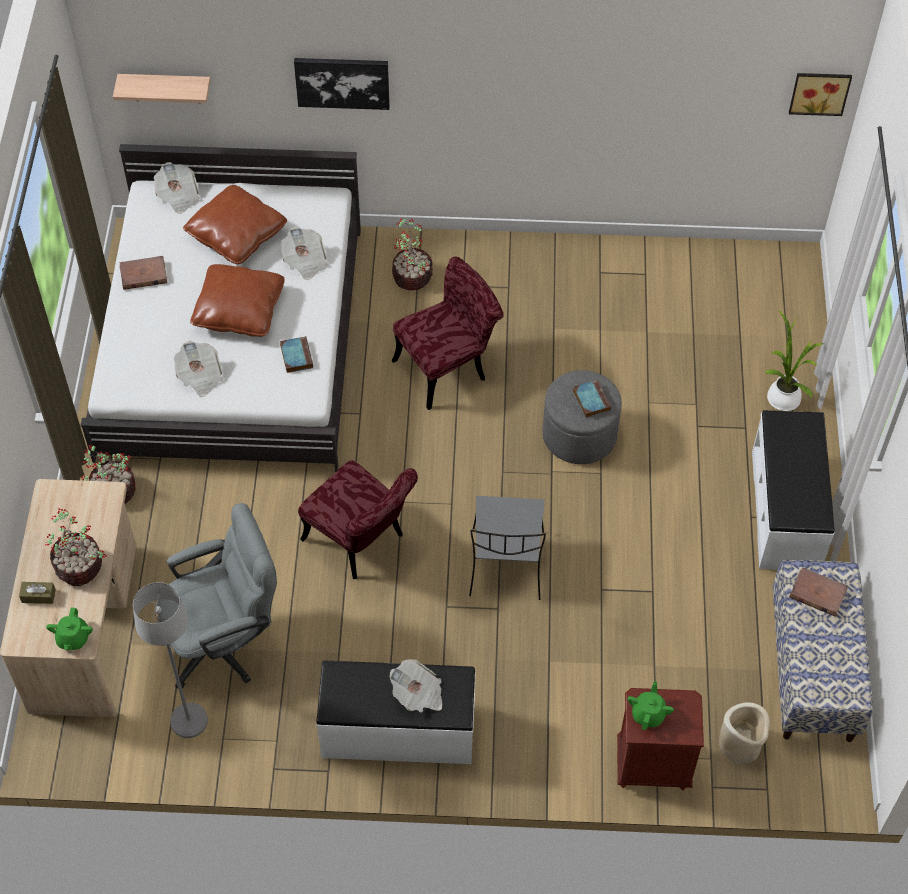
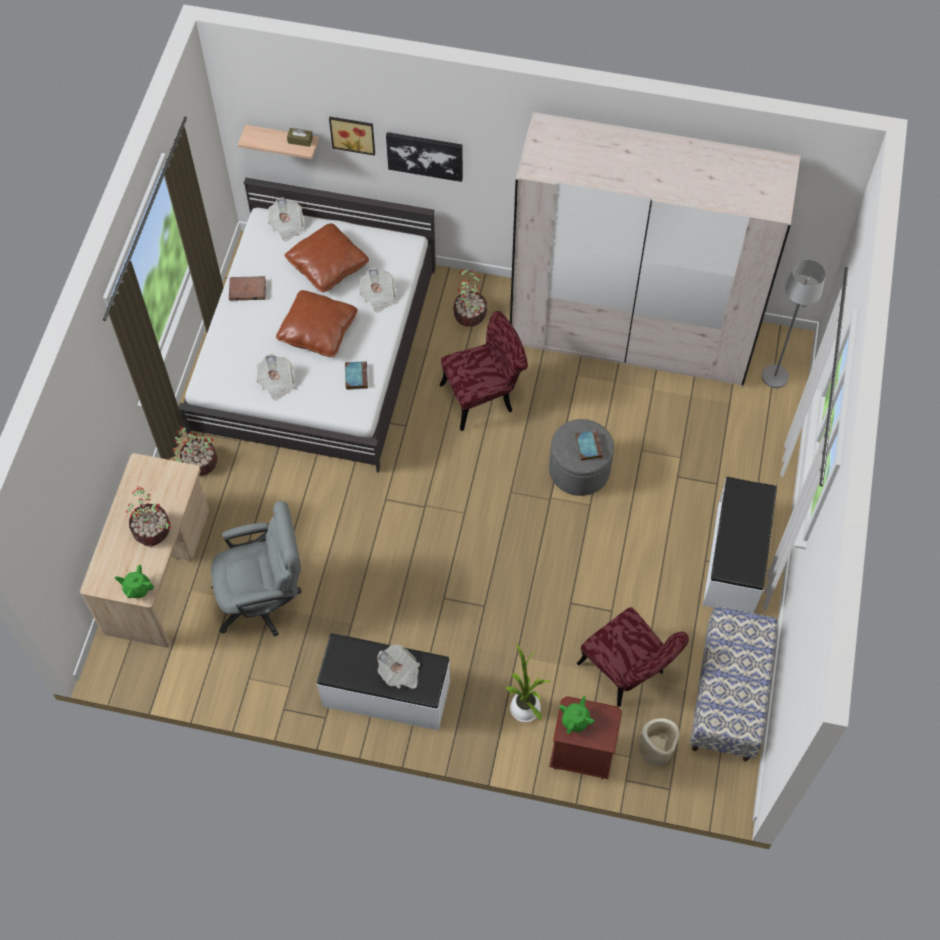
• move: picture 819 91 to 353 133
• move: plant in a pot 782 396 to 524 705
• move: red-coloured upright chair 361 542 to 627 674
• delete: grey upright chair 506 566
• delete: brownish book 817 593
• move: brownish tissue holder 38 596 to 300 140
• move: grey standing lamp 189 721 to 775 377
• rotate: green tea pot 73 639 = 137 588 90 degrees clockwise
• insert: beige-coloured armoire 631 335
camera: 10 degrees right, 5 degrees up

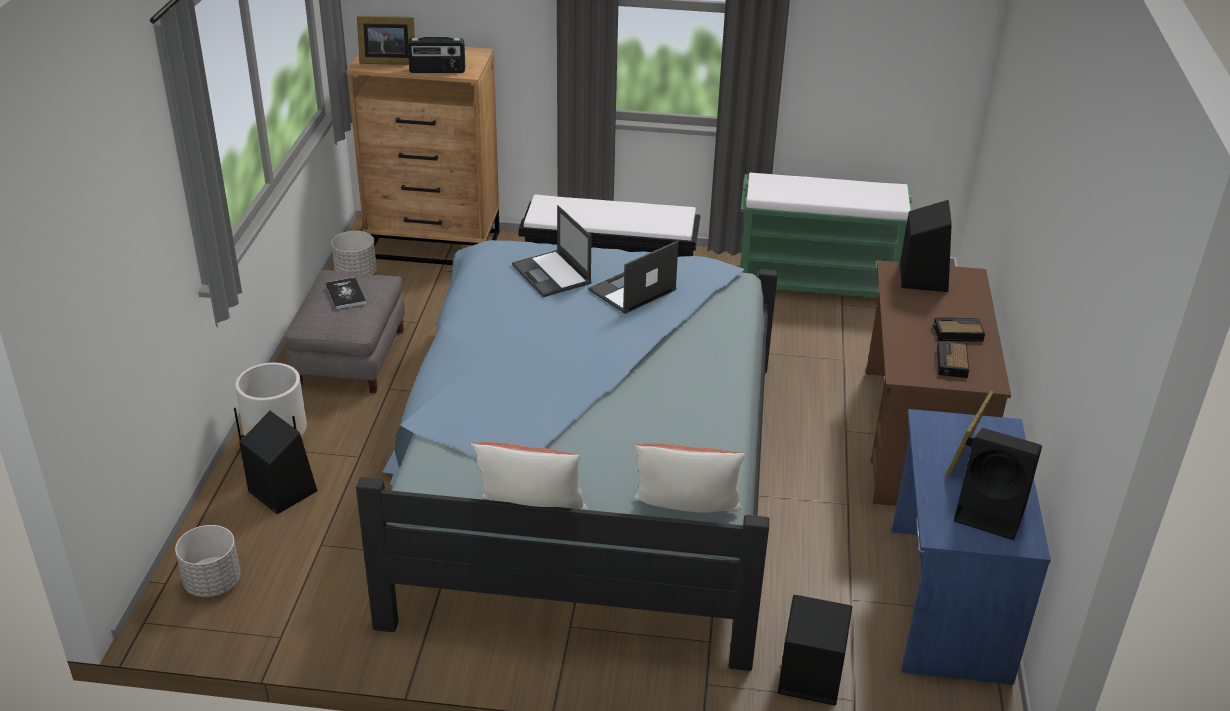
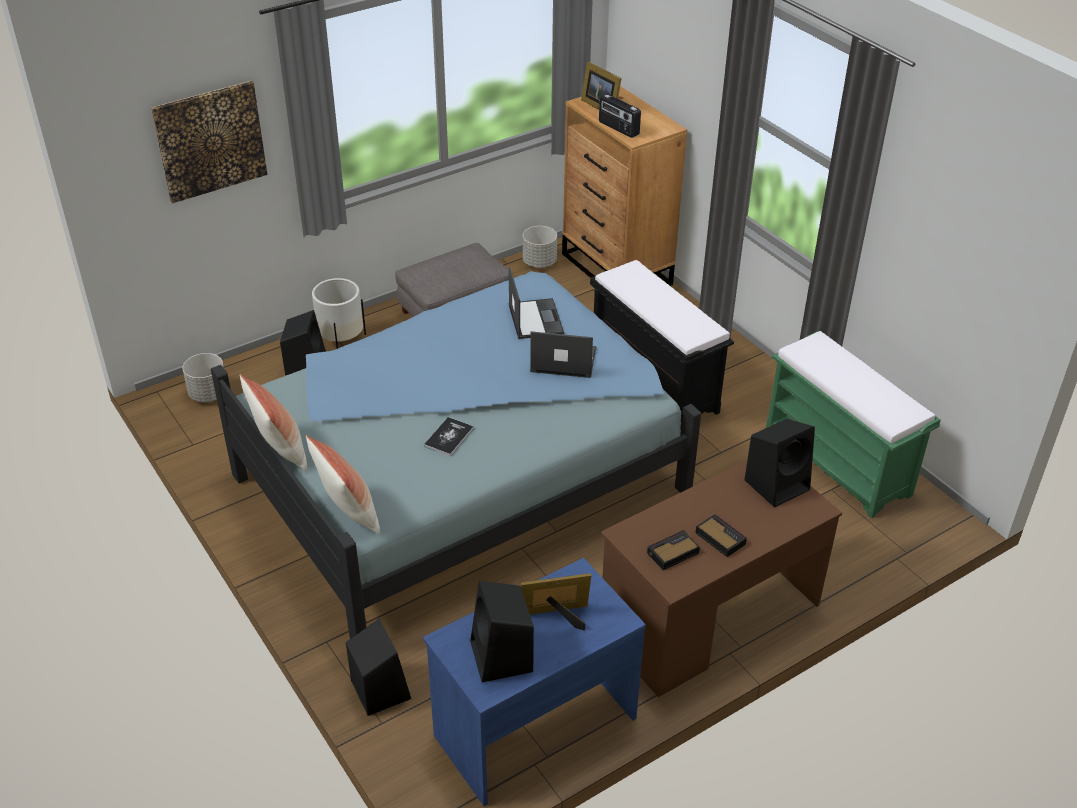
• rotate: portable computer 552 274 = 535 319 150 degrees clockwise
• move: book 346 294 to 449 437
• insert: picture 210 141
camera: 50 degrees right, 5 degrees up

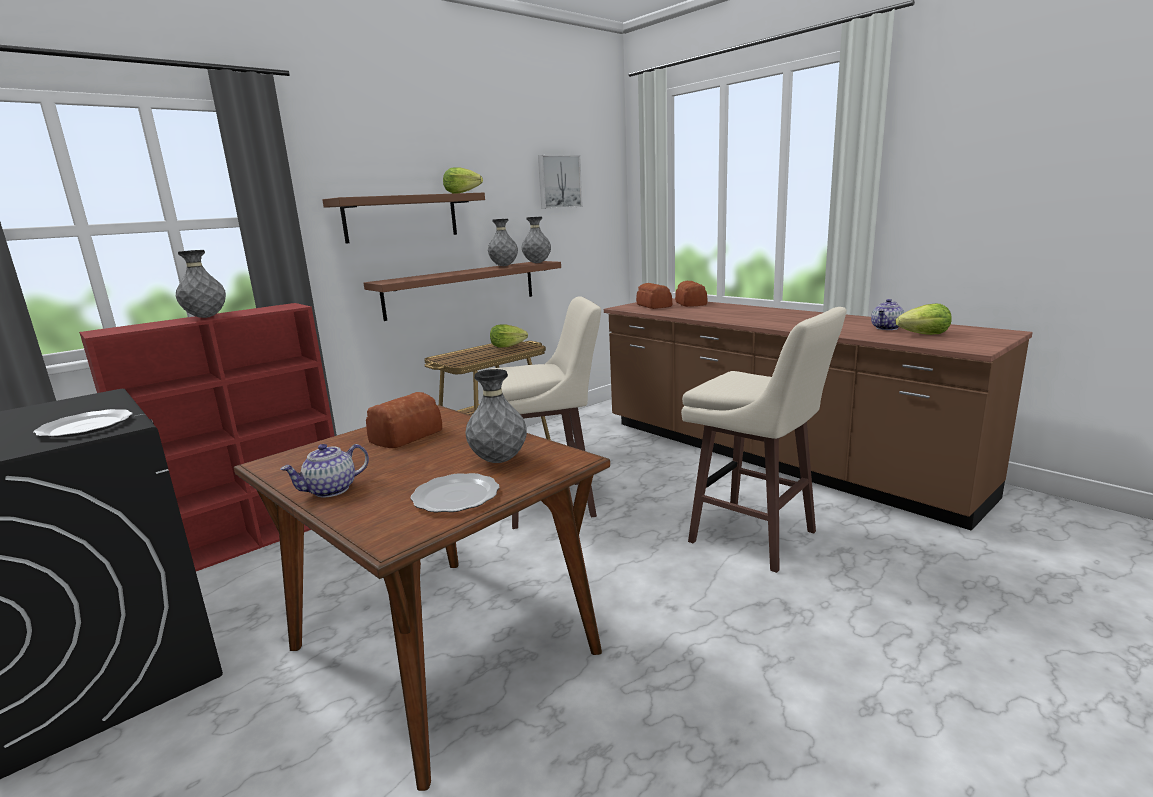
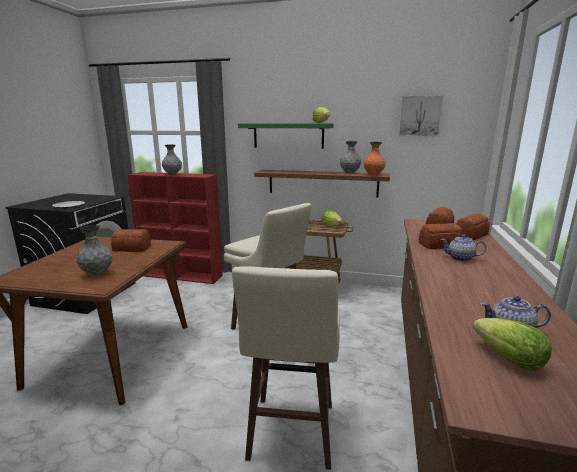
• recolor: brownish shelf 401 217 to green shelf 288 135
• recolor: grey flower vase 537 263 to orange flower vase 373 175
• move: tea pot 331 490 to 460 258
• delete: plate 456 496
• insert: bakery bread 440 245
camera: 55 degrees right, 0 degrees up

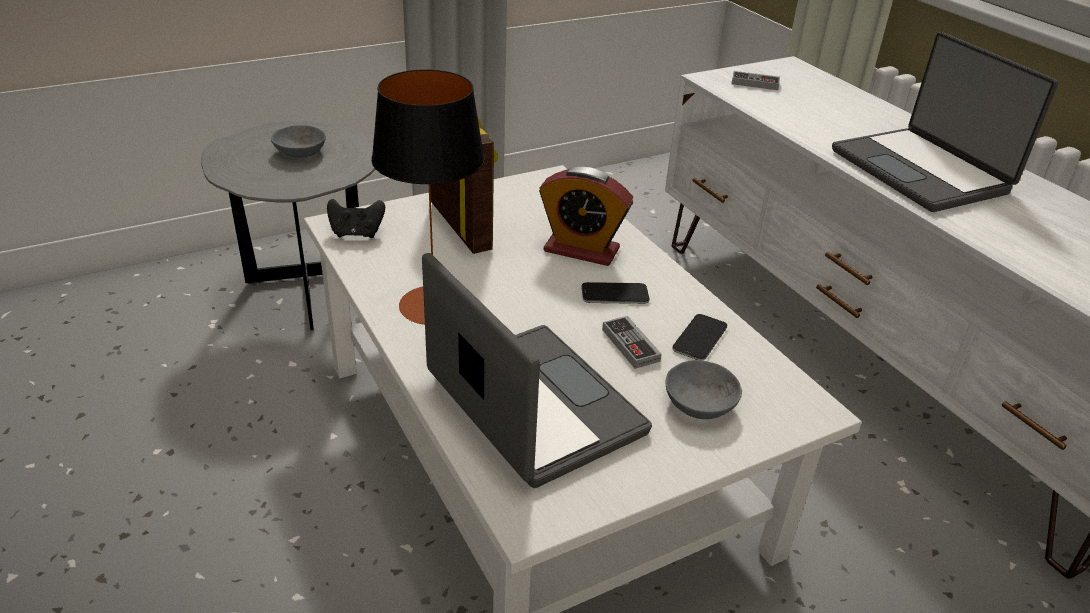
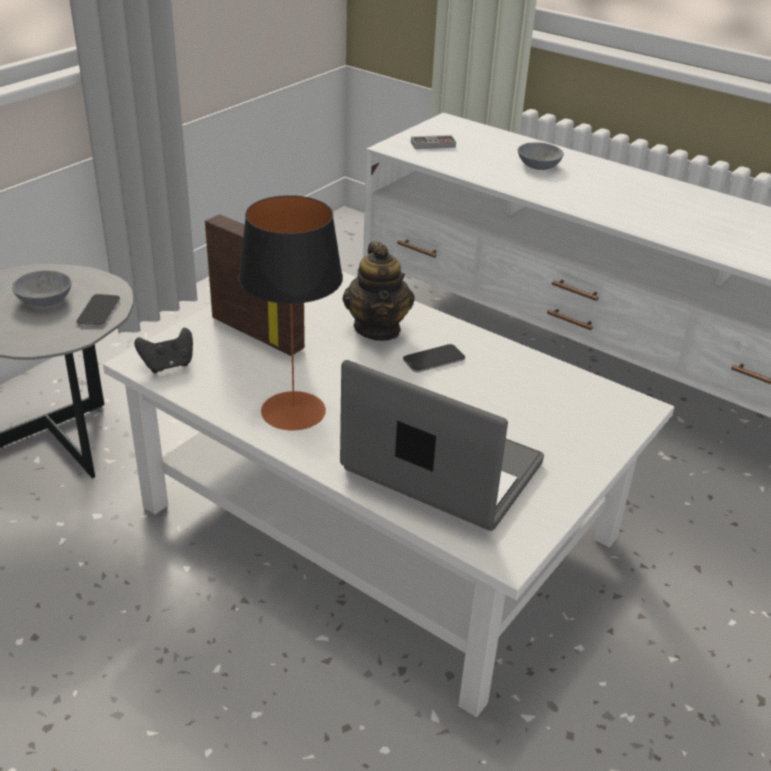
• delete: portable computer 921 171
• replace: bedside clock 581 250 to tea pot 378 328
• move: phone 699 338 to 98 311
• delete: gamepad 630 345
• move: grey deep dish 697 402 to 537 165
camera: 25 degrees left, 0 degrees up

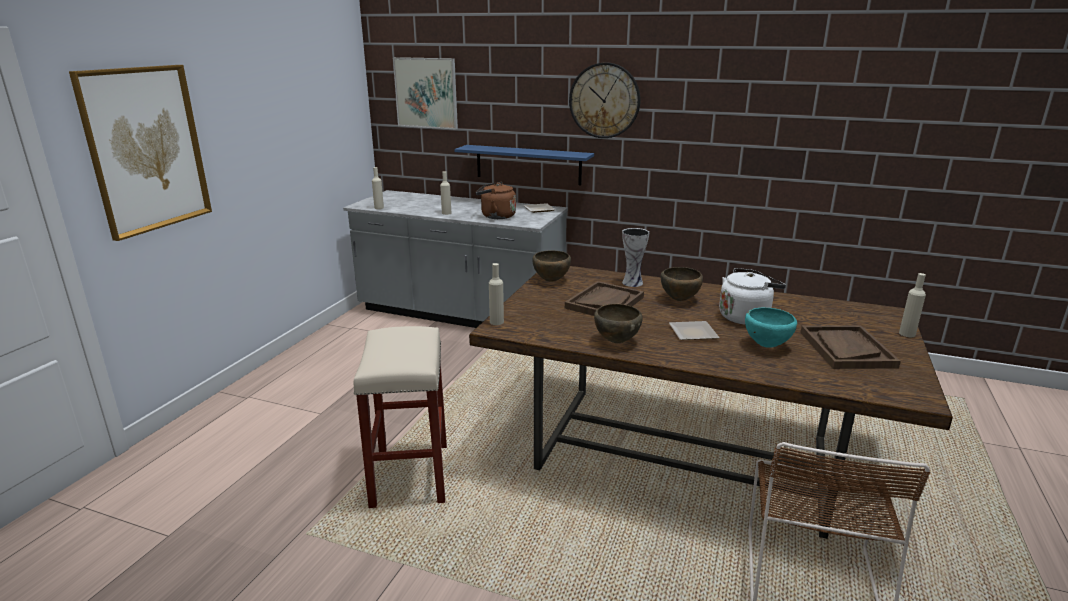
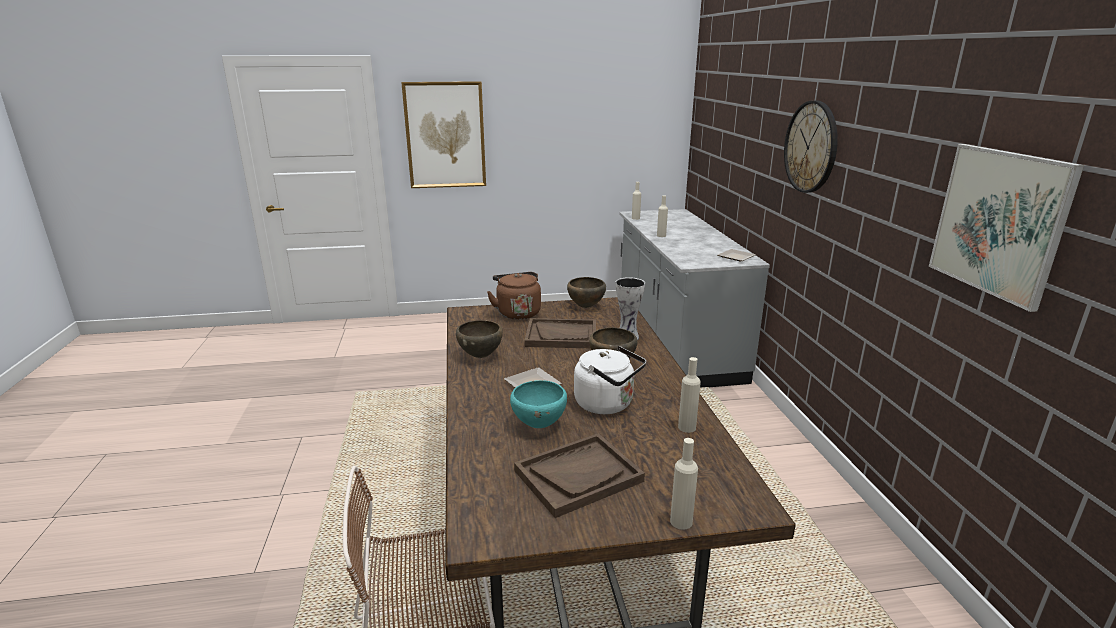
• move: picture 426 93 to 998 222
• delete: bluish shelf 528 164
• move: brownish kettle 496 216 to 517 312
• move: beige-coloured drink bottle 496 322 to 686 427
• delete: beige-coloured stool seat 409 474
camera: 60 degrees right, 0 degrees up

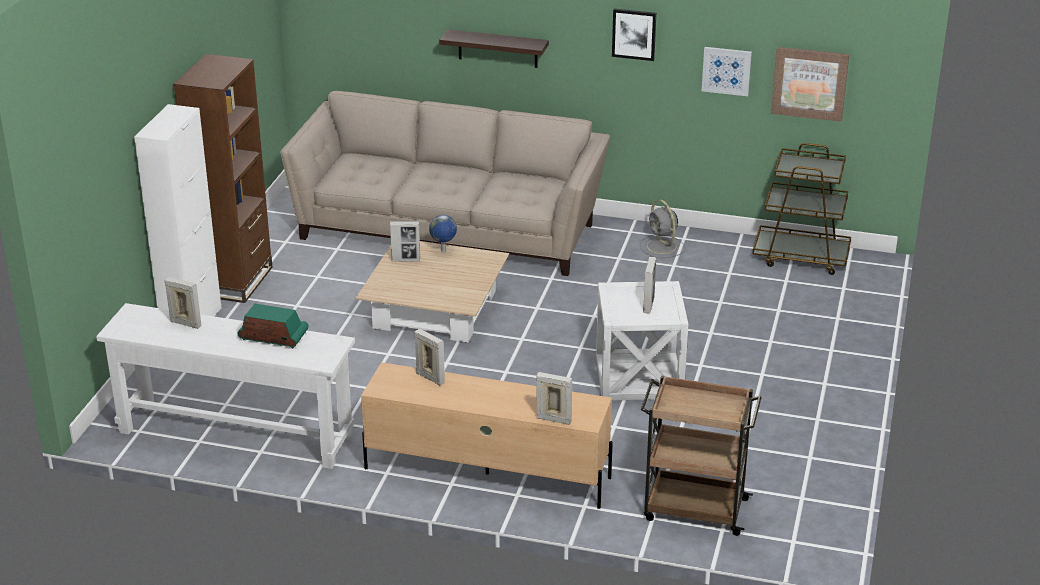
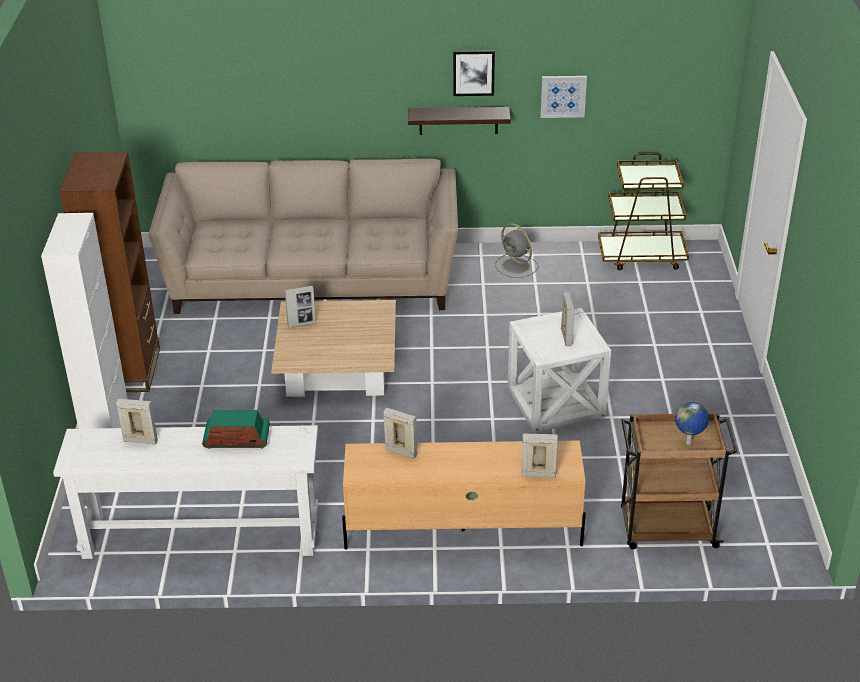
• move: shelf 498 48 to 458 120
• delete: picture 809 83
• move: globe 443 252 to 689 443
camera: 15 degrees left, 5 degrees up

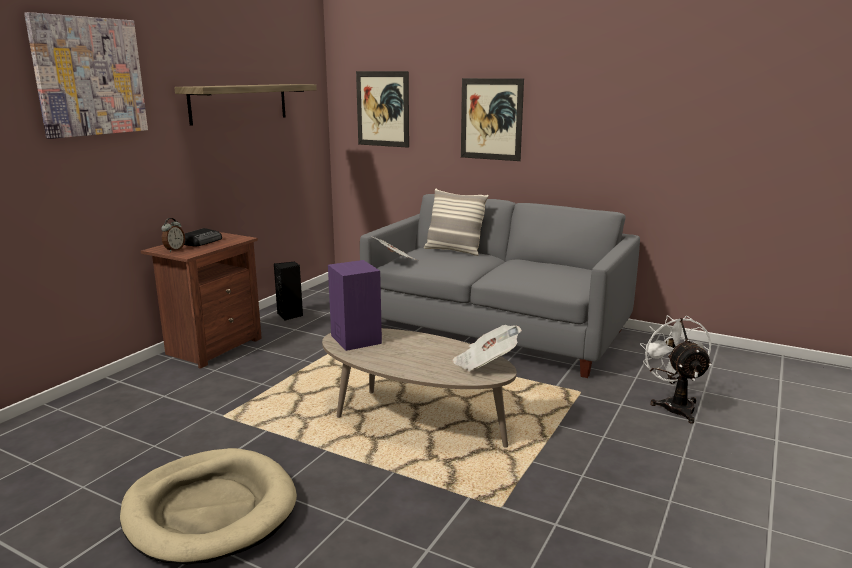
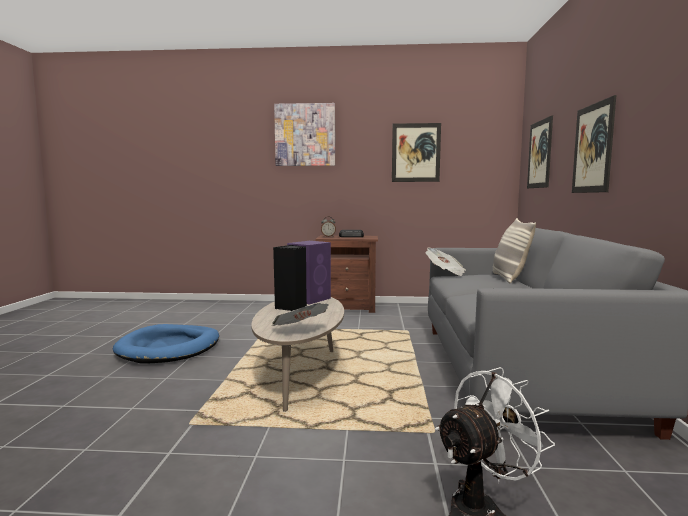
• replace: shelf 239 103 to picture 416 152
• move: blackish audio speaker 290 315 to 291 307
• recolor: beige-coloured pet bed 210 510 to bluish pet bed 169 348
camera: 65 degrees right, 10 degrees down

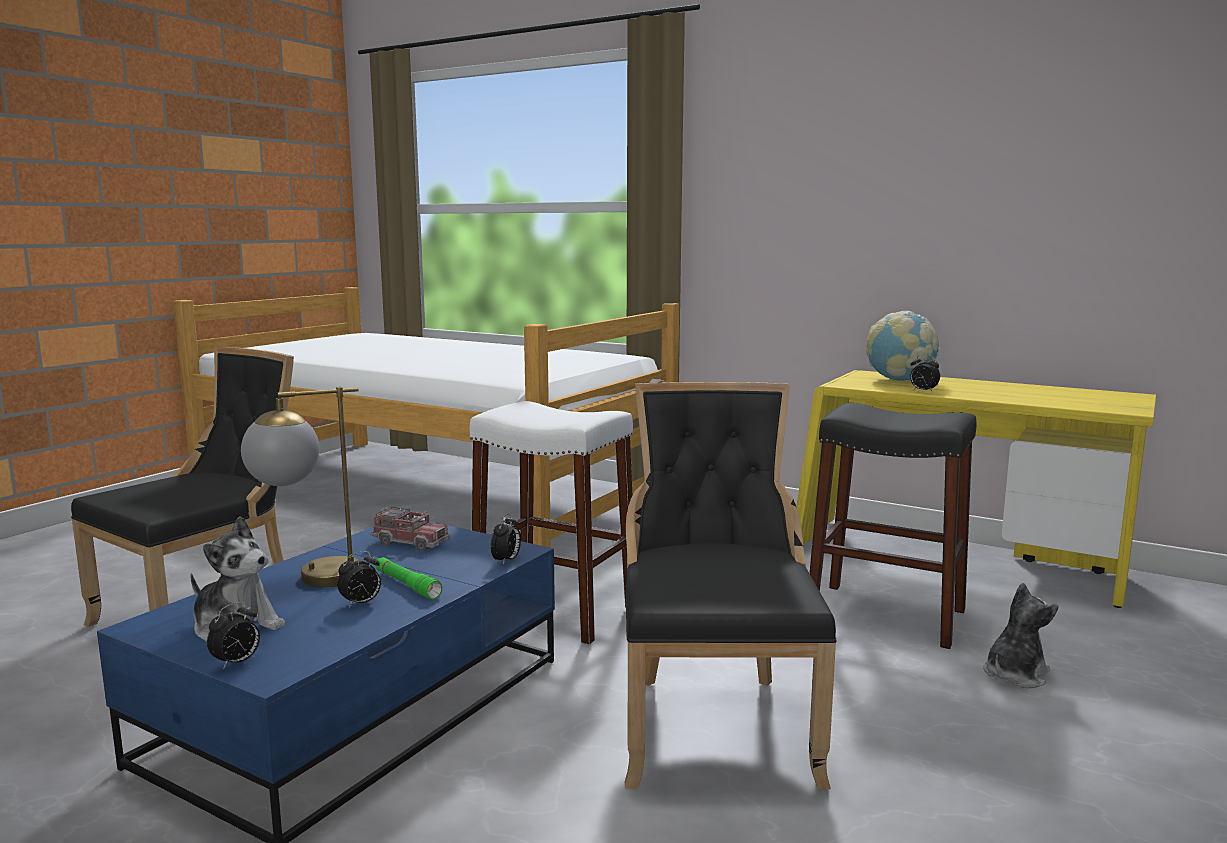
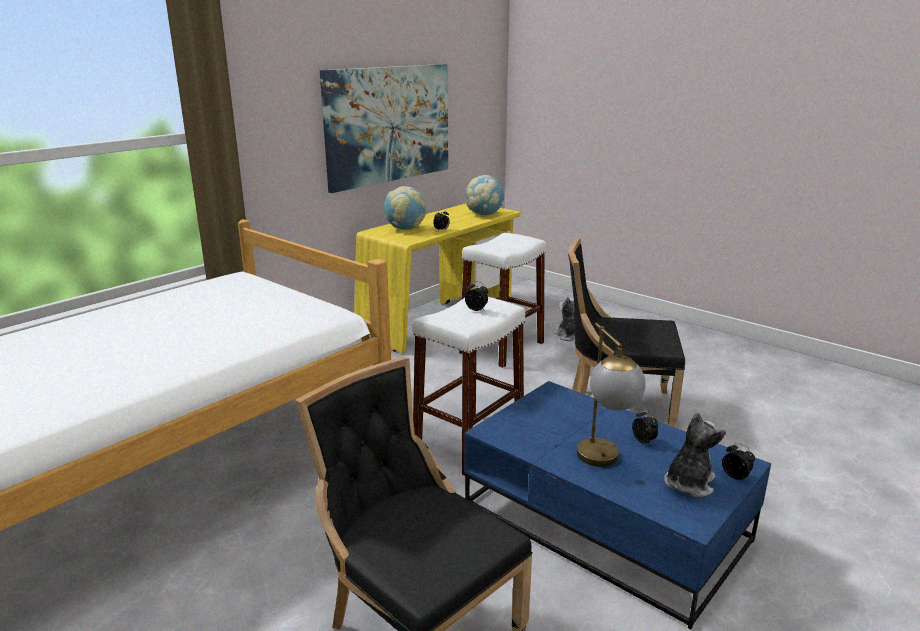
• recolor: blackish stool seat 885 614 to whitish stool seat 502 348
• delete: model truck 411 542
• move: bedside clock 506 561 to 477 310
• delete: green flashlight 407 585
• insert: picture 389 124
• insert: globe 484 214
camera: 80 degrees left, 10 degrees up

